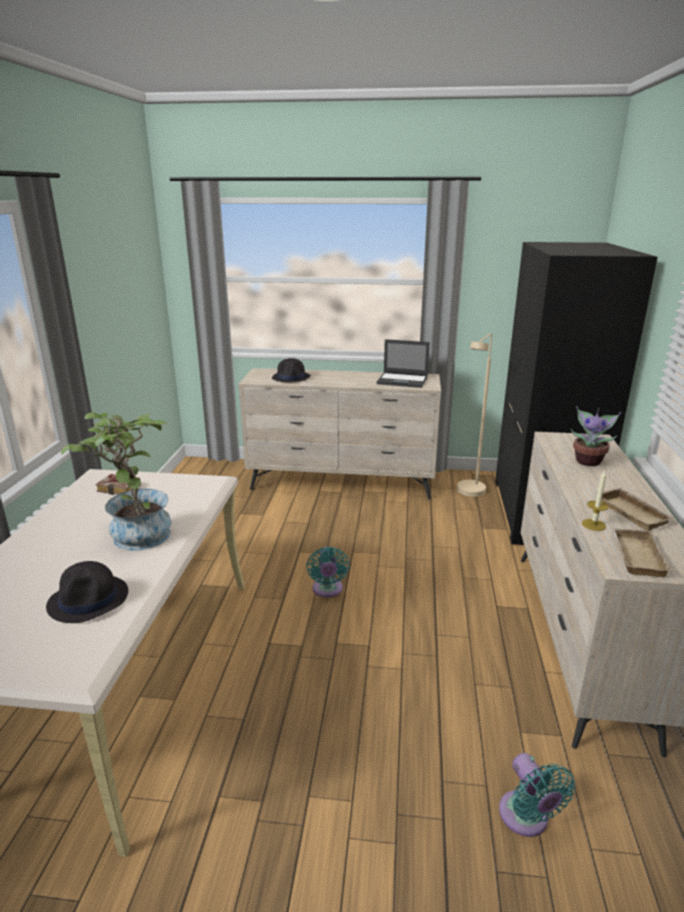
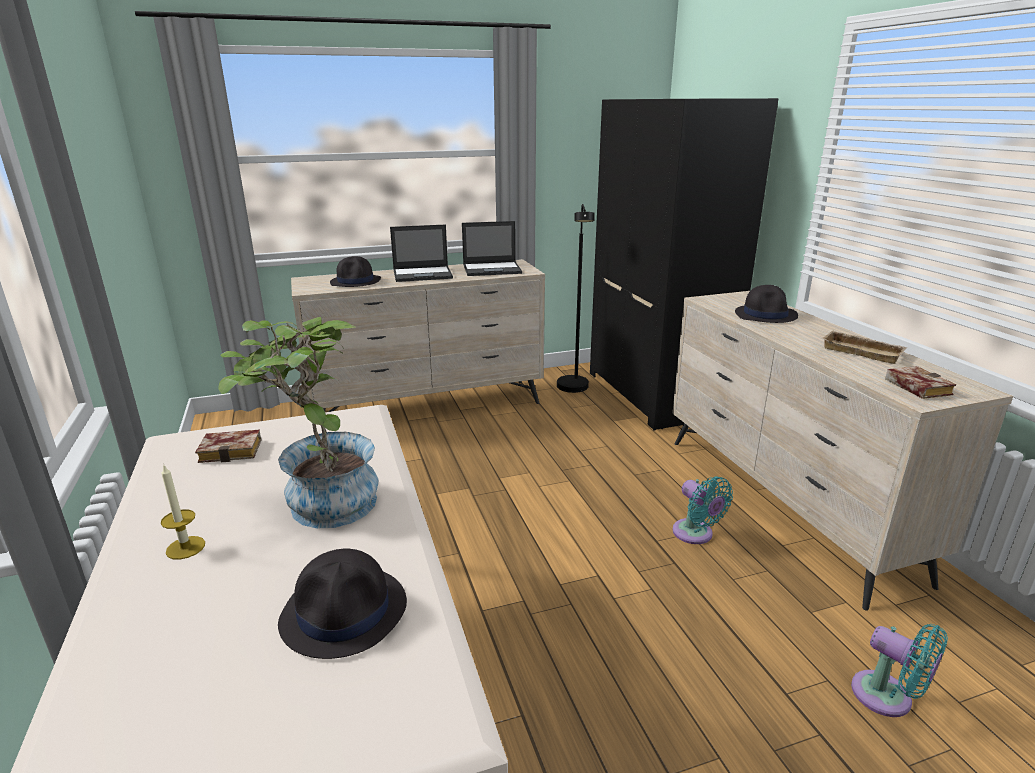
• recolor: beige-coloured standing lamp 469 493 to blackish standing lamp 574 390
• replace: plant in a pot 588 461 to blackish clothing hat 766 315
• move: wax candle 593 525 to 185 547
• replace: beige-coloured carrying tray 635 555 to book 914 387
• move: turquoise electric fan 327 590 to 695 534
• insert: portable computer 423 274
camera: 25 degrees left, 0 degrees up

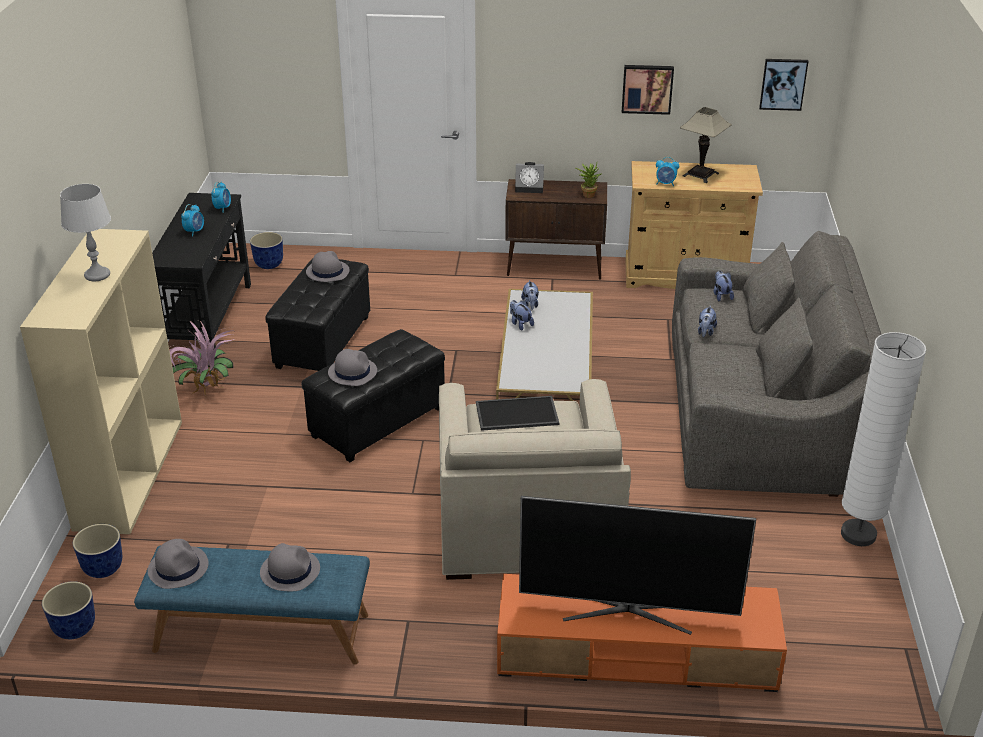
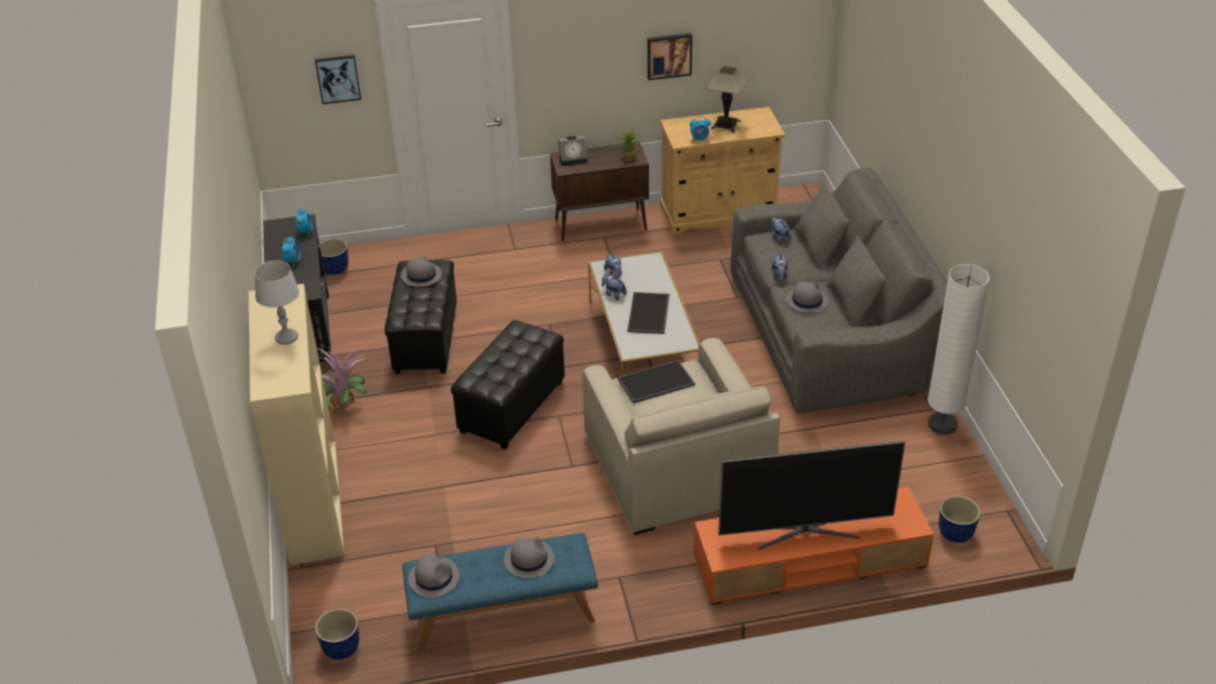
• move: picture 783 84 to 338 78
• move: grey clothing hat 352 372 to 807 300
• move: flower pot 103 569 to 955 534
• insert: carrying tray 649 314
camera: 15 degrees left, 5 degrees up

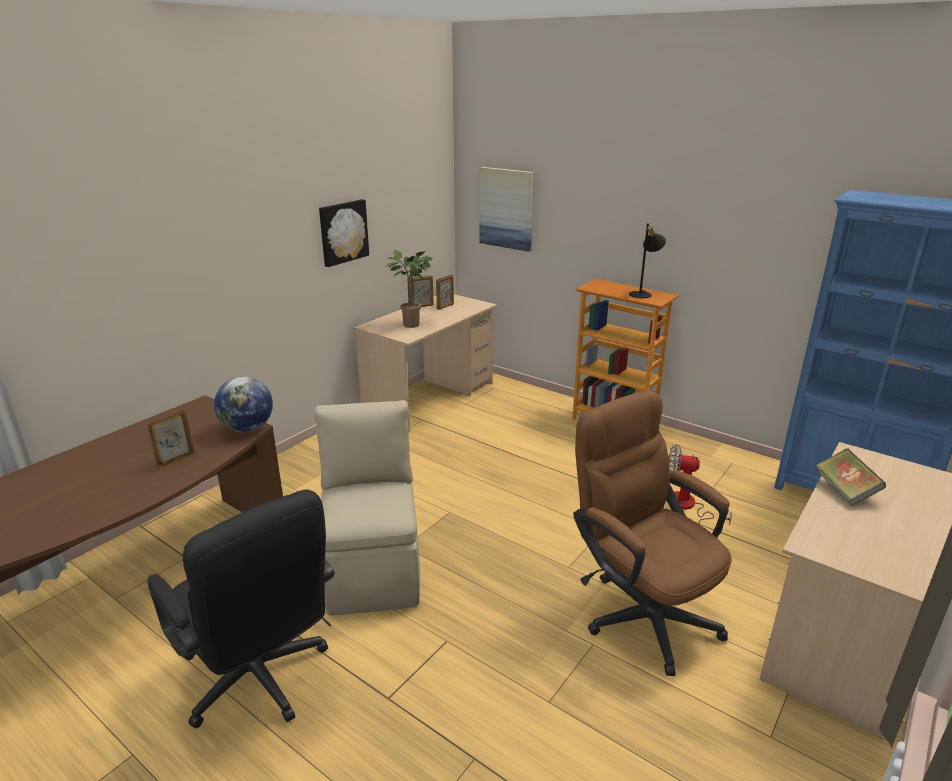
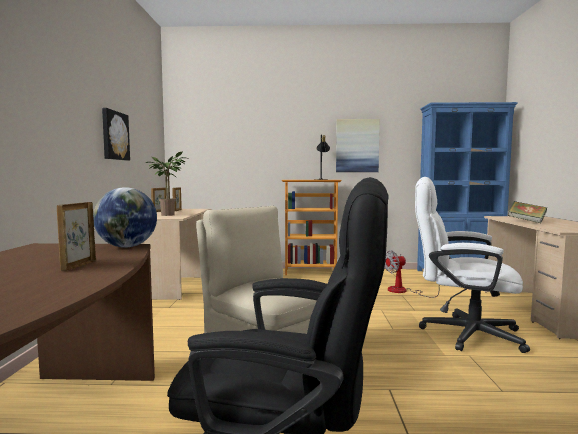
• move: picture 506 208 to 357 146
• recolor: brownish desk chair 641 610 to whitish desk chair 461 333
camera: 35 degrees left, 20 degrees down

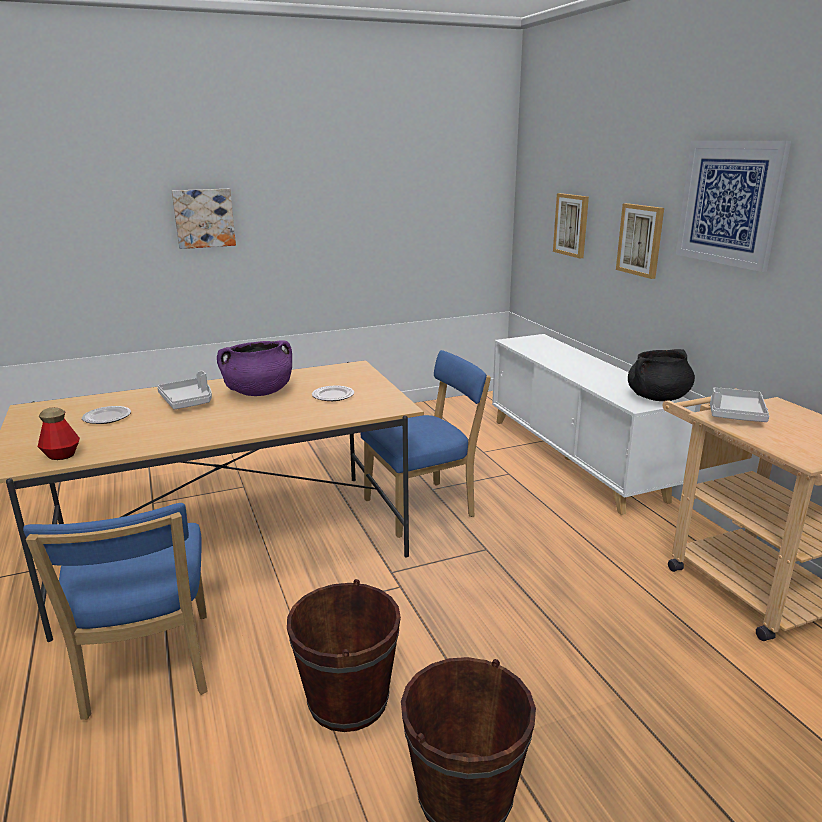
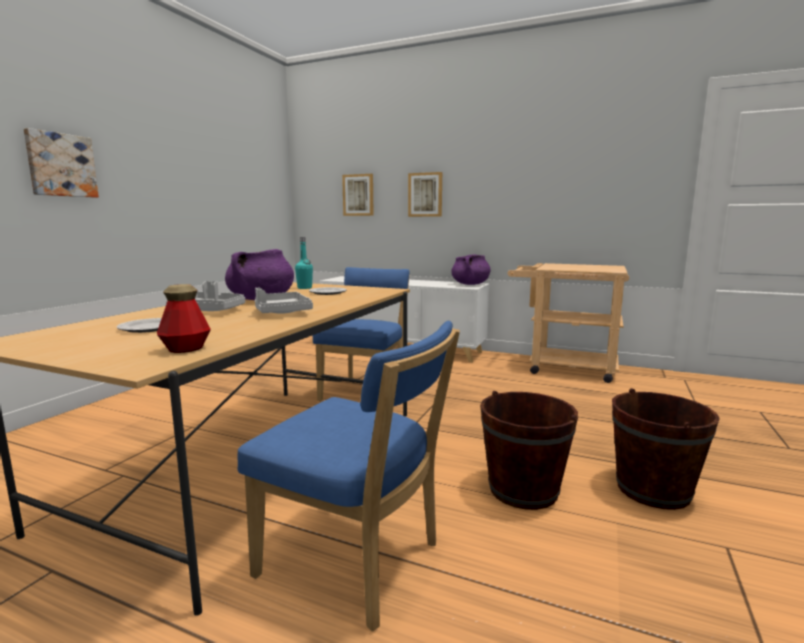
• delete: picture 729 203
• recolor: blackish saucepot 657 398 to purple saucepot 470 284
• move: grey carrying tray 735 414 to 281 312
• insert: turquoise drink bottle 304 288
camera: 45 degrees left, 10 degrees down

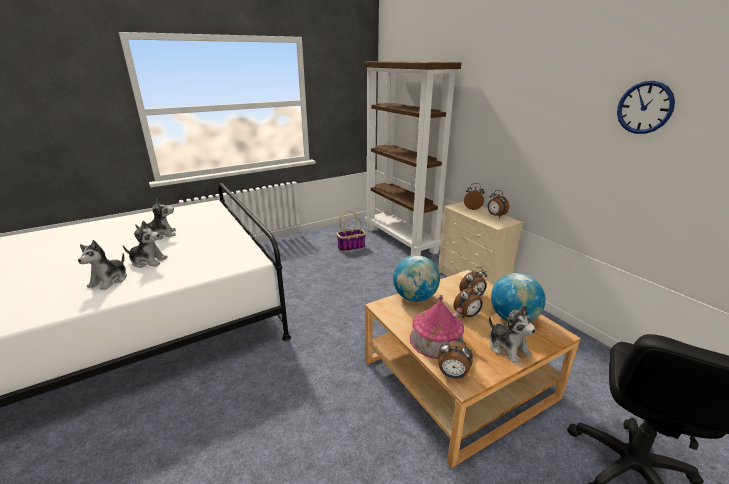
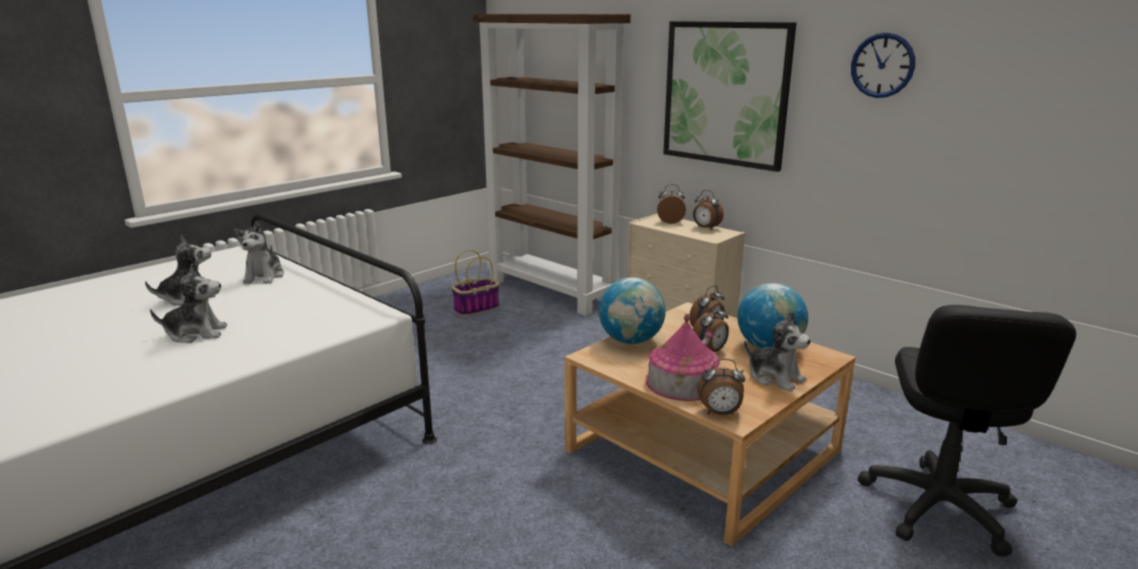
• move: plush toy 109 280 to 264 276
• insert: picture 725 94
camera: 15 degrees left, 5 degrees down

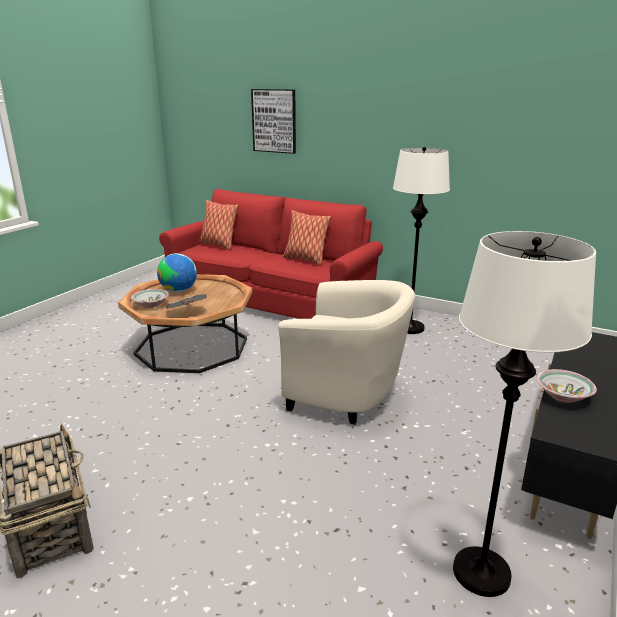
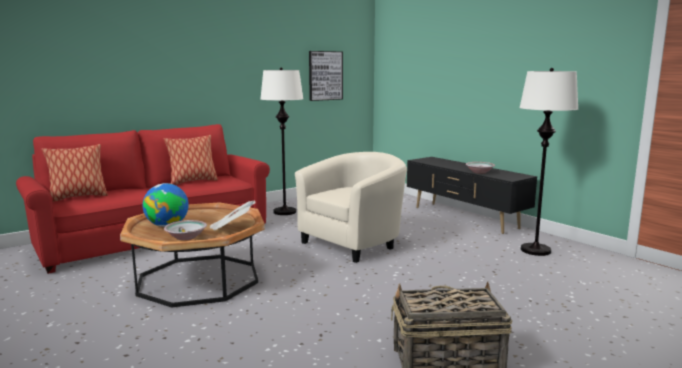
• move: picture 274 121 to 325 75
camera: 65 degrees left, 10 degrees down

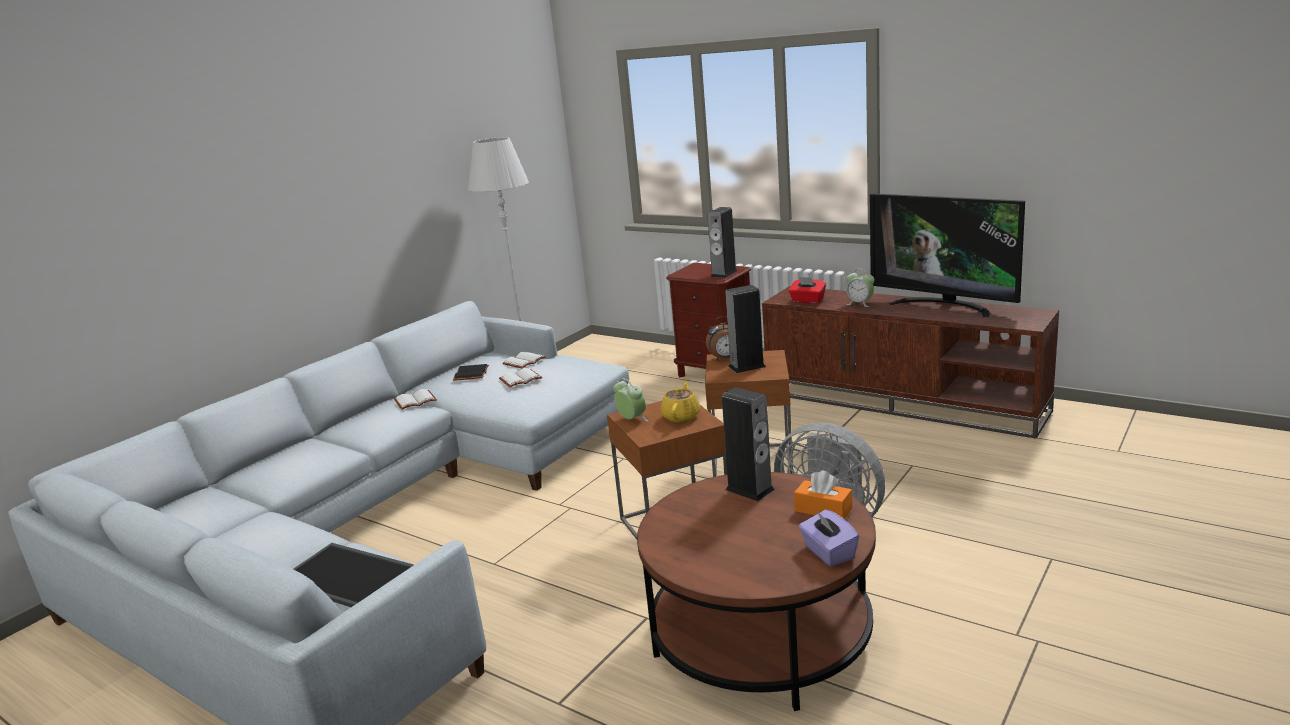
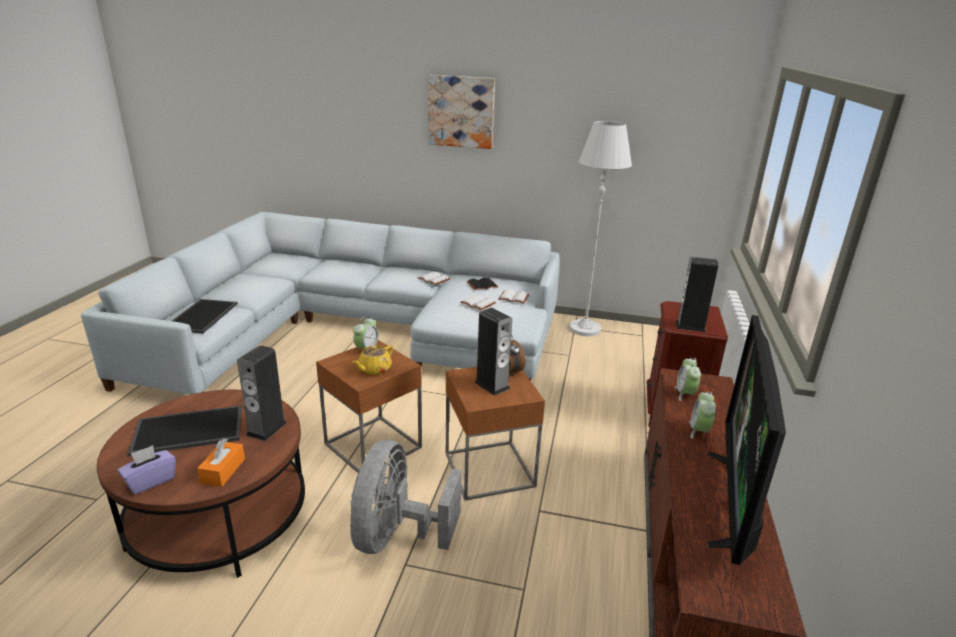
• replace: red-coloured tissue holder 807 301 to bedside clock 685 394
• rotate: yellow-coloured tea pot 681 416 = 374 369 135 degrees clockwise
• insert: picture 461 111
• insert: carrying tray 187 431
camera: 65 degrees right, 5 degrees up

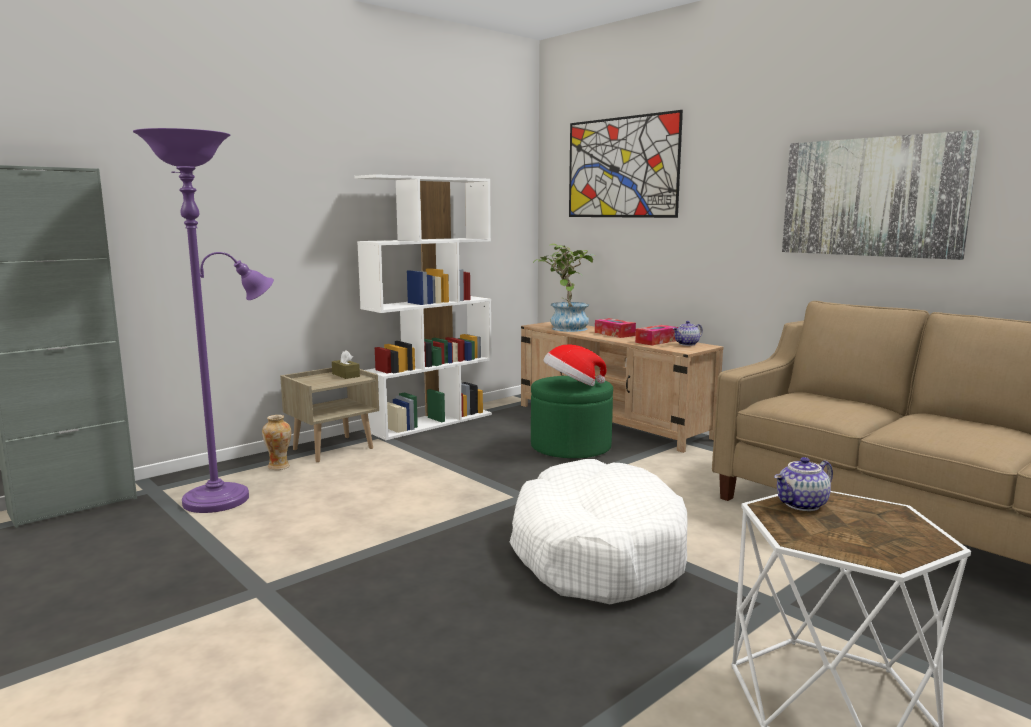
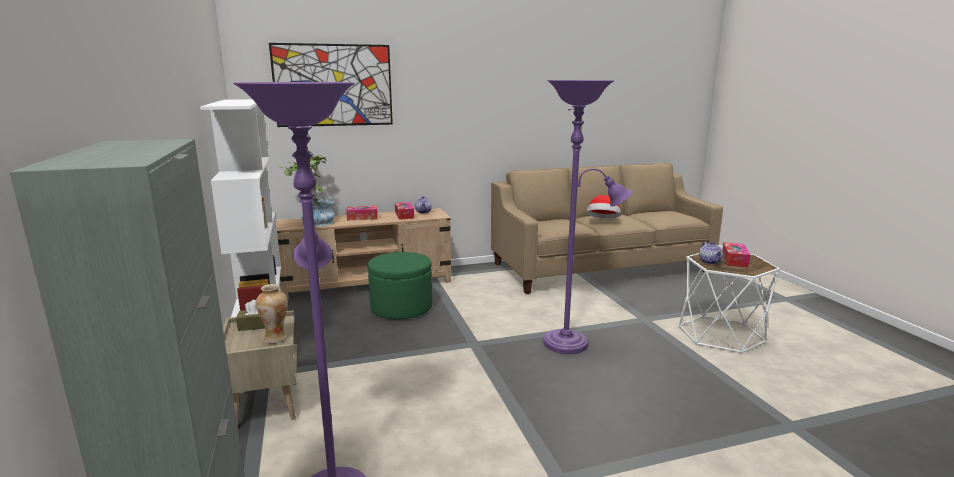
• delete: picture 872 197
• move: clothing hat 572 385 to 603 221
• move: flower vase 279 467 to 275 338
• replace: whitish pet bed 597 553 to purple standing lamp 571 343
• insert: tissue holder 734 260
camera: 65 degrees left, 5 degrees up

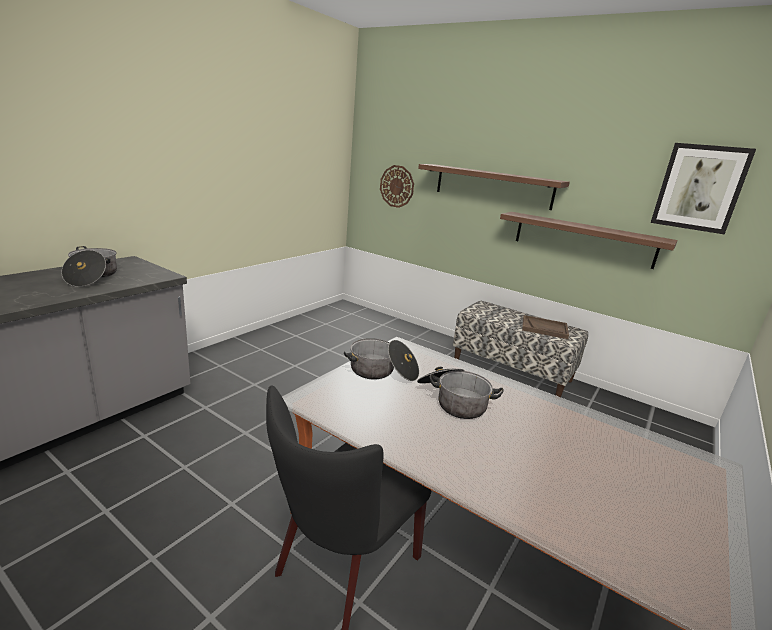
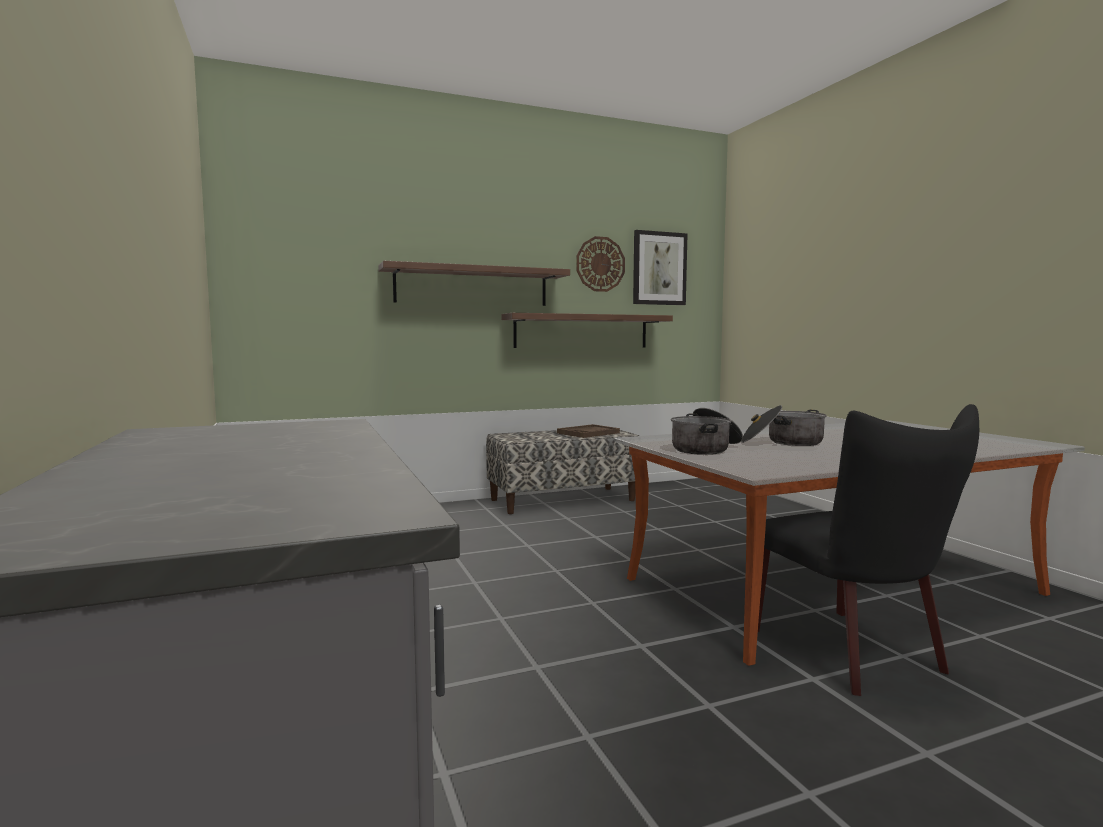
• move: clock on the wall 397 186 to 600 264
• delete: saucepot 92 277
camera: 55 degrees left, 15 degrees down

